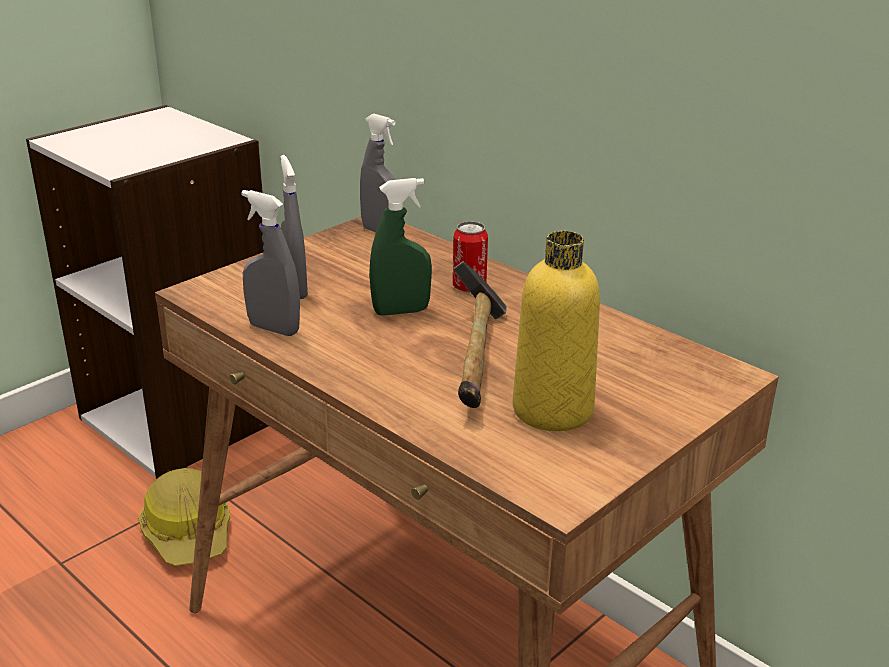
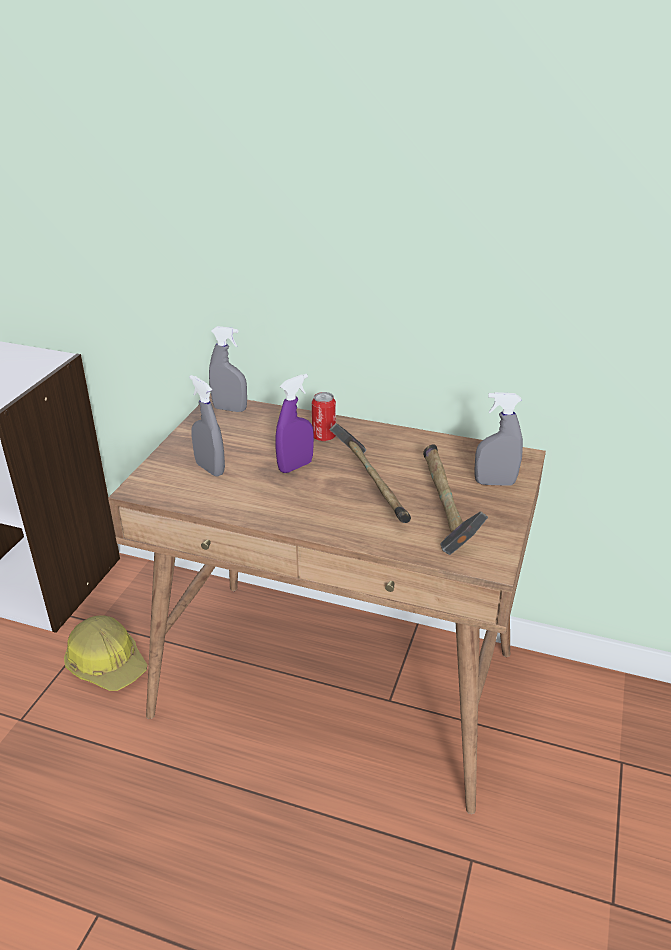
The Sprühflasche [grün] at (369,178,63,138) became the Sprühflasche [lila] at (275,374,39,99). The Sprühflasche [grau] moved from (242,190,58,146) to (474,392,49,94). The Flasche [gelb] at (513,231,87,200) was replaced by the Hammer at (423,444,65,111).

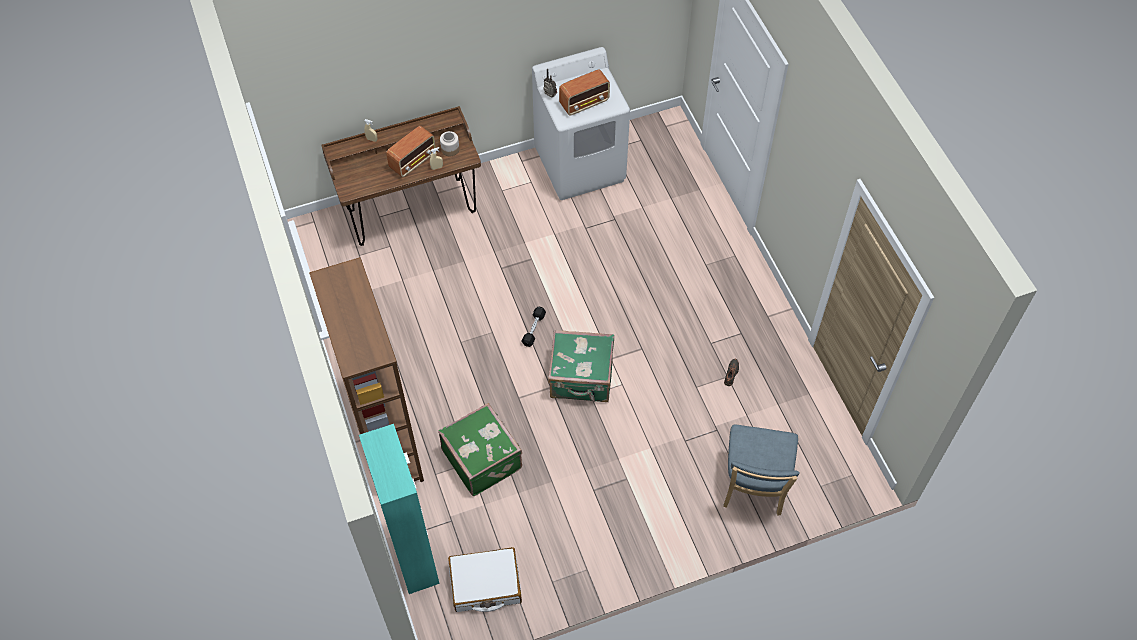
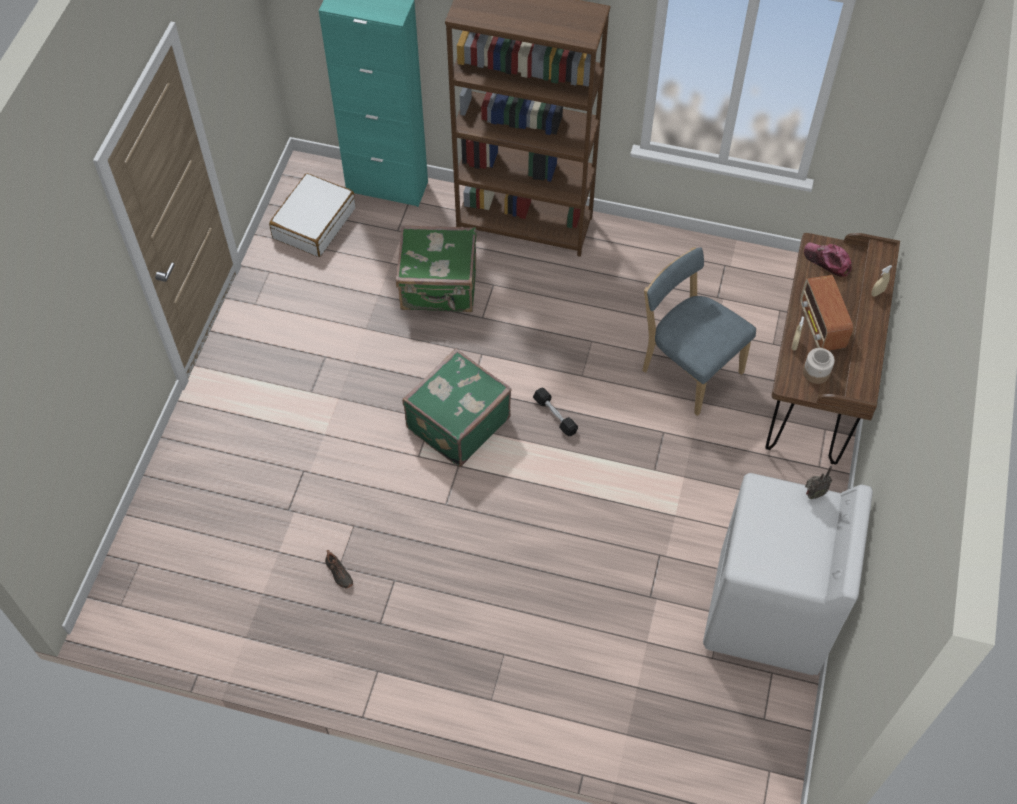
The Radio at (559,69,51,46) disappeared. The Stuhl [blau] moved from (723,425,77,91) to (642,247,114,169). The Kappe at (804,242,48,35) appeared.

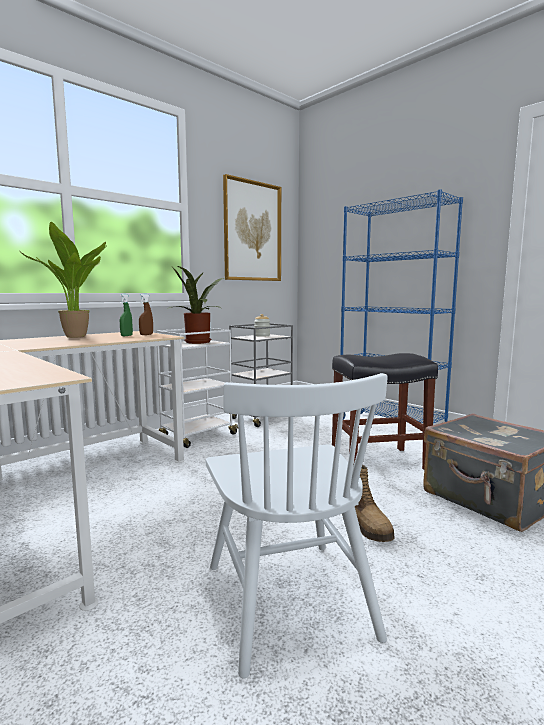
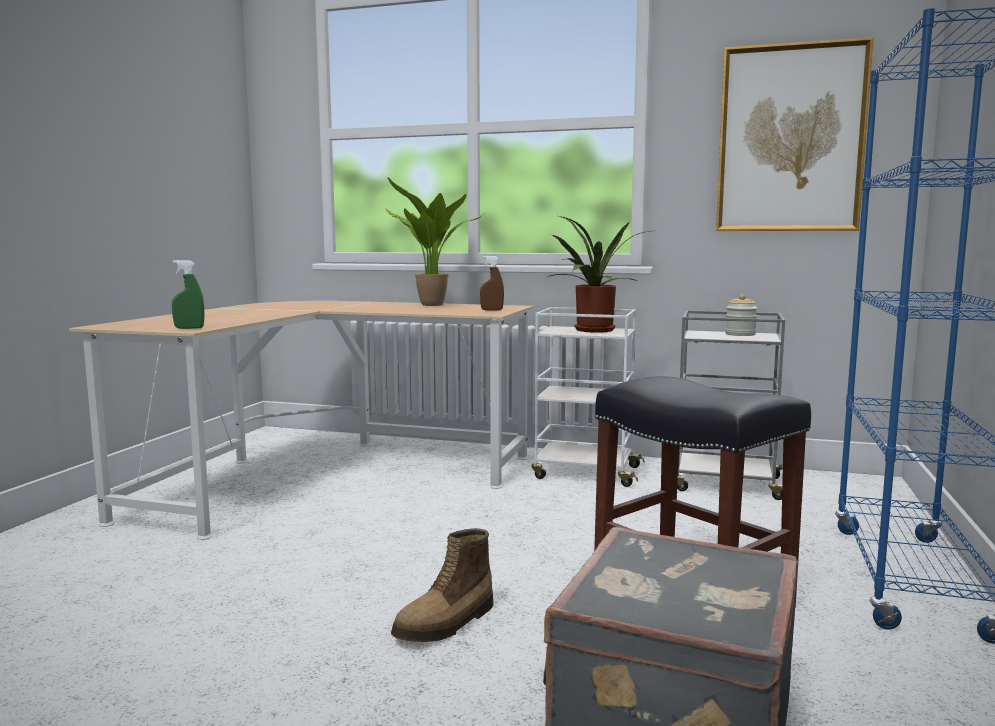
The Sprühflasche [grün] moved from (120,294,13,42) to (172,260,33,69). The Stuhl [weiß] at (206,373,182,306) disappeared.

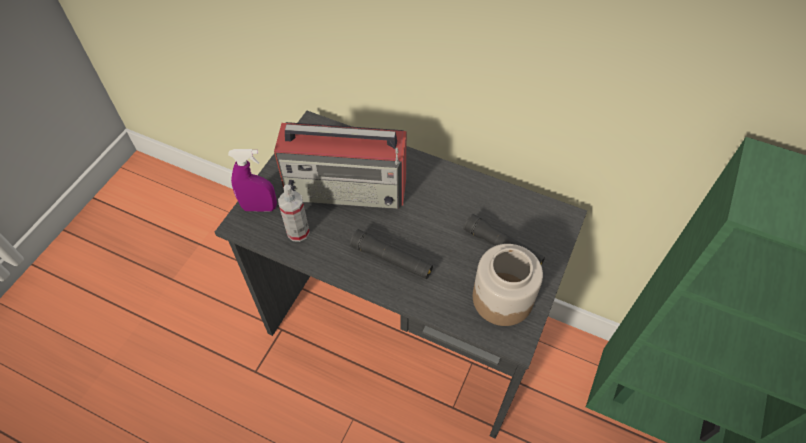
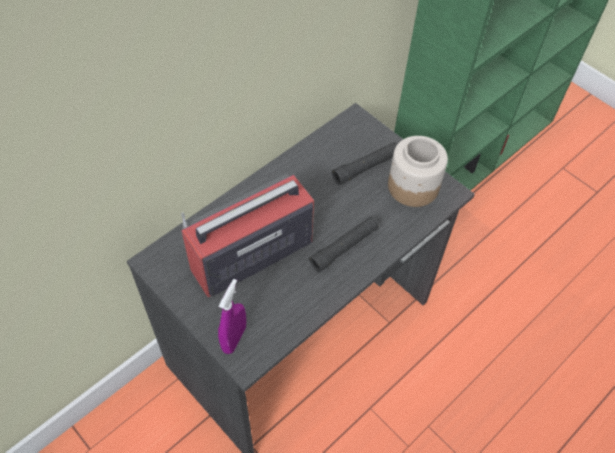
The Radio at (274,122,133,87) turned 150 degrees counterclockwise. The Sprühflasche at (278,184,32,58) disappeared.

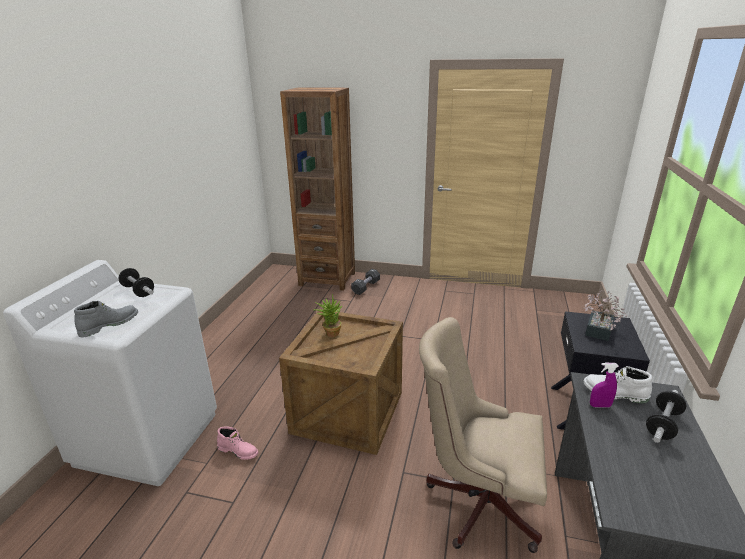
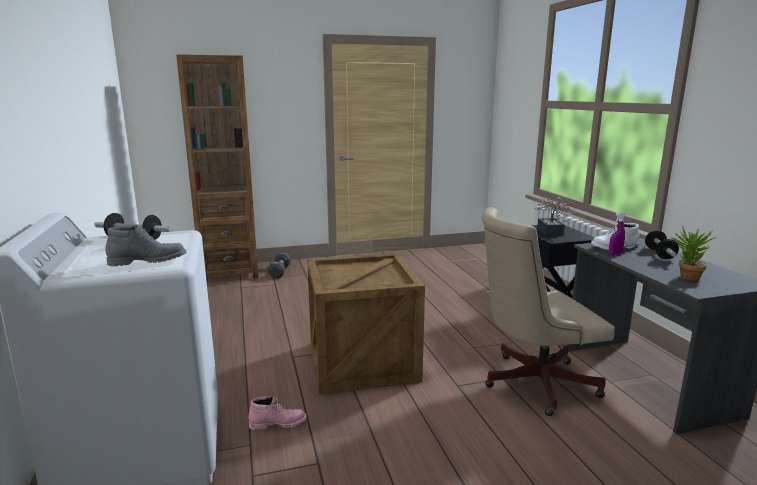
The Topfpflanze moved from (314,294,28,43) to (671,226,46,55). The Stiefel [grau] at (74,301,64,36) turned 60 degrees clockwise.

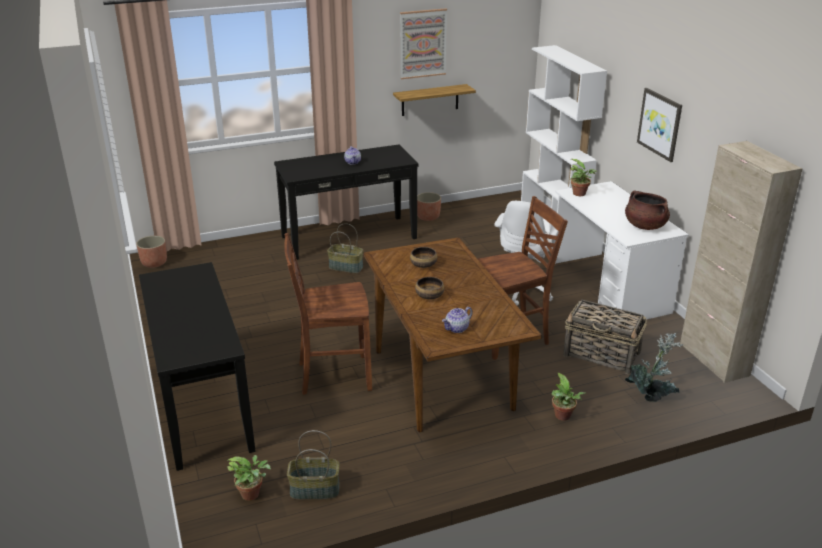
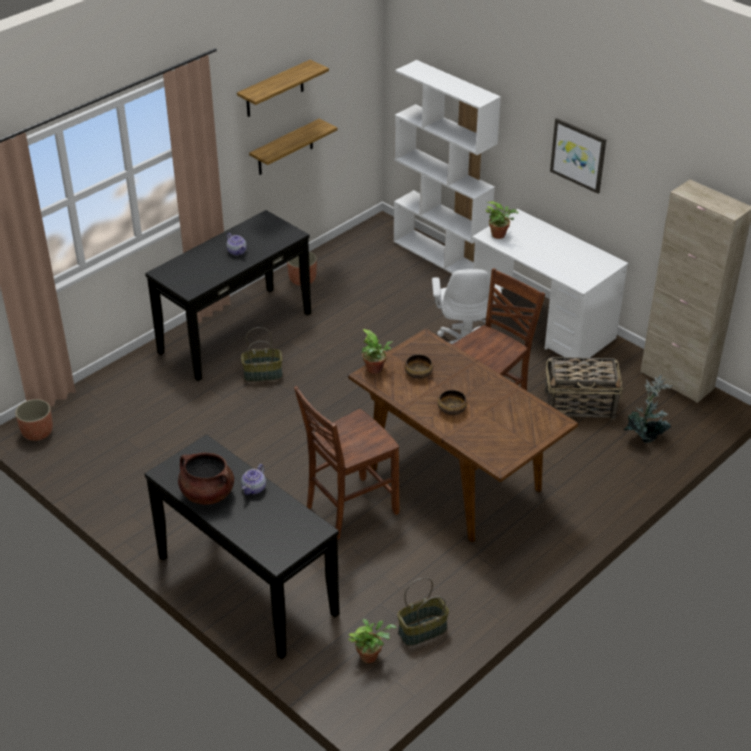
The Bild at (400,8,47,71) was replaced by the Wandregal at (237,60,92,57). The Kochtopf [braun] moved from (625,191,45,39) to (178,453,56,52). The Teekanne moved from (442,307,31,26) to (241,464,25,31). The Topfpflanze moved from (551,373,35,48) to (361,329,32,45).

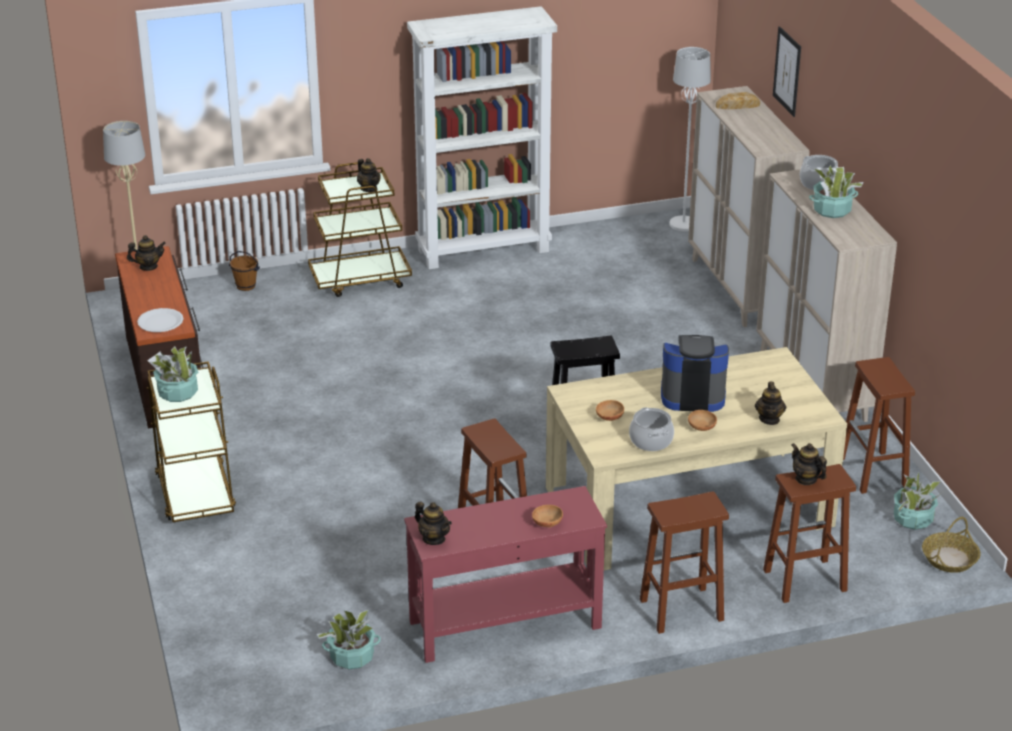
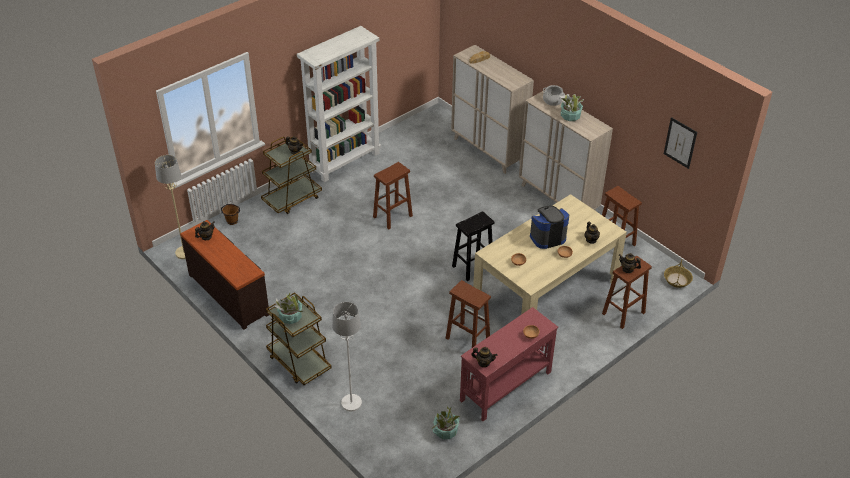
The Bild moved from (773,26,28,91) to (664,117,33,52). The Stehlampe [weiß] moved from (670,47,41,184) to (332,302,30,109). The Teller [weiß] at (137,308,47,24) disappeared. The Kochtopf at (629,407,45,44) disappeared. The Topfpflanze at (894,473,48,57) disappeared. The Hocker [braun] moved from (640,491,89,143) to (373,162,40,67).

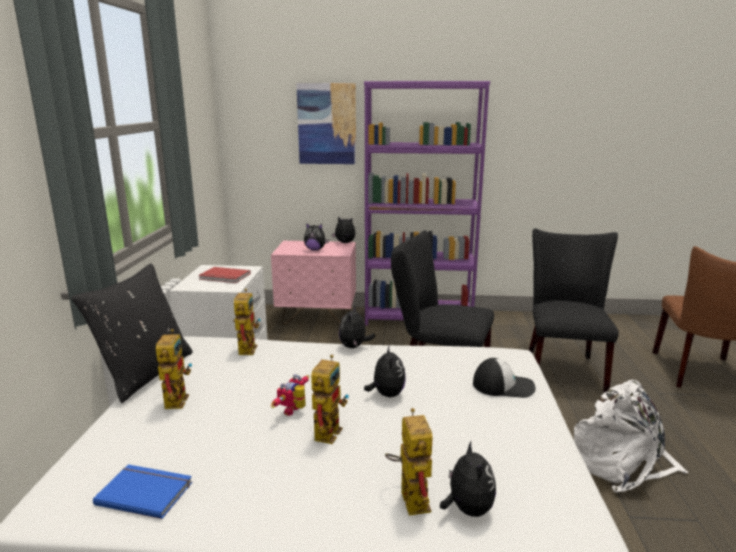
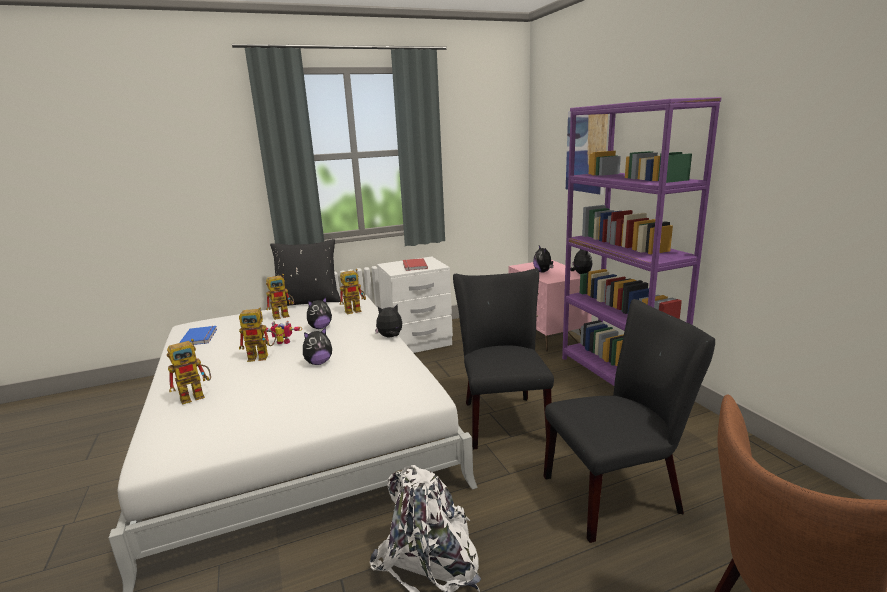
The Kappe at (473,358,62,40) disappeared. The Plüschtier moved from (440,441,56,76) to (307,297,25,32).

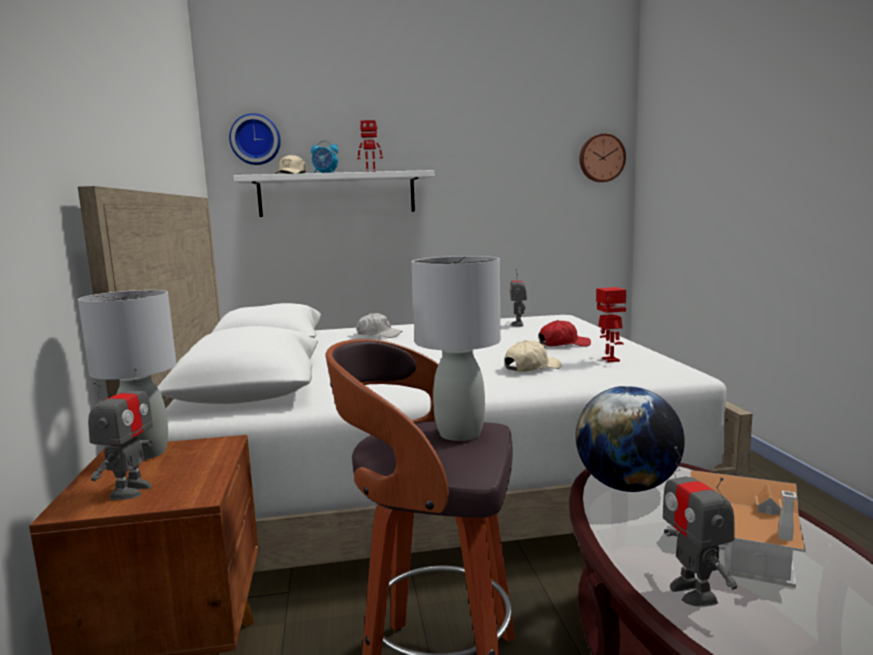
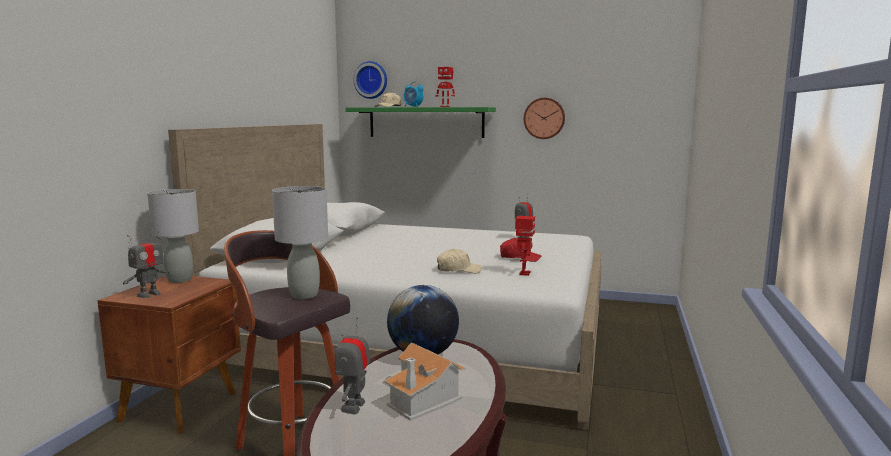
The Wanduhr moved from (579,133,47,49) to (524,98,41,41). The Wandregal [weiß] at (234,170,200,47) became the Wandregal [grün] at (345,107,151,31). The Kappe [weiß] at (357,312,45,26) disappeared.

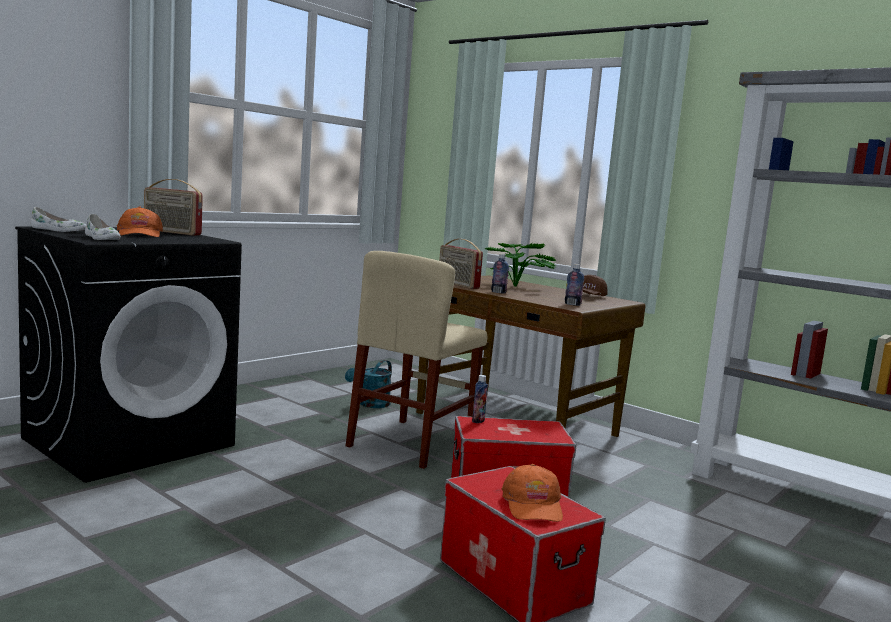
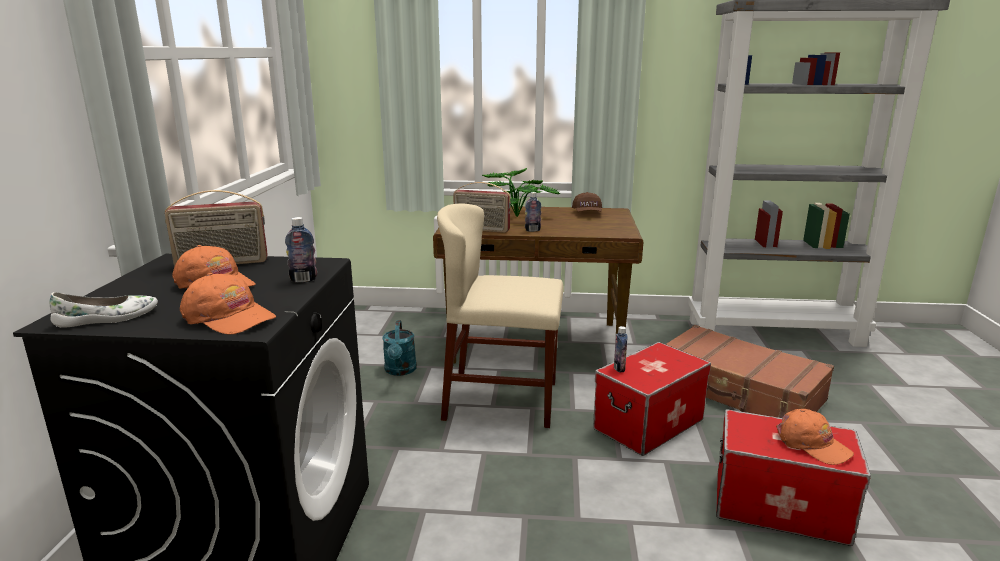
The Schuh [weiß] at (85,214,36,26) was replaced by the Kappe [orange] at (180,273,96,62). The Stuhl [beige] at (346,251,141,218) turned 105 degrees clockwise. The Flasche moved from (565,264,19,42) to (285,217,32,65). The Koffer [braun] at (666,325,168,93) appeared.

